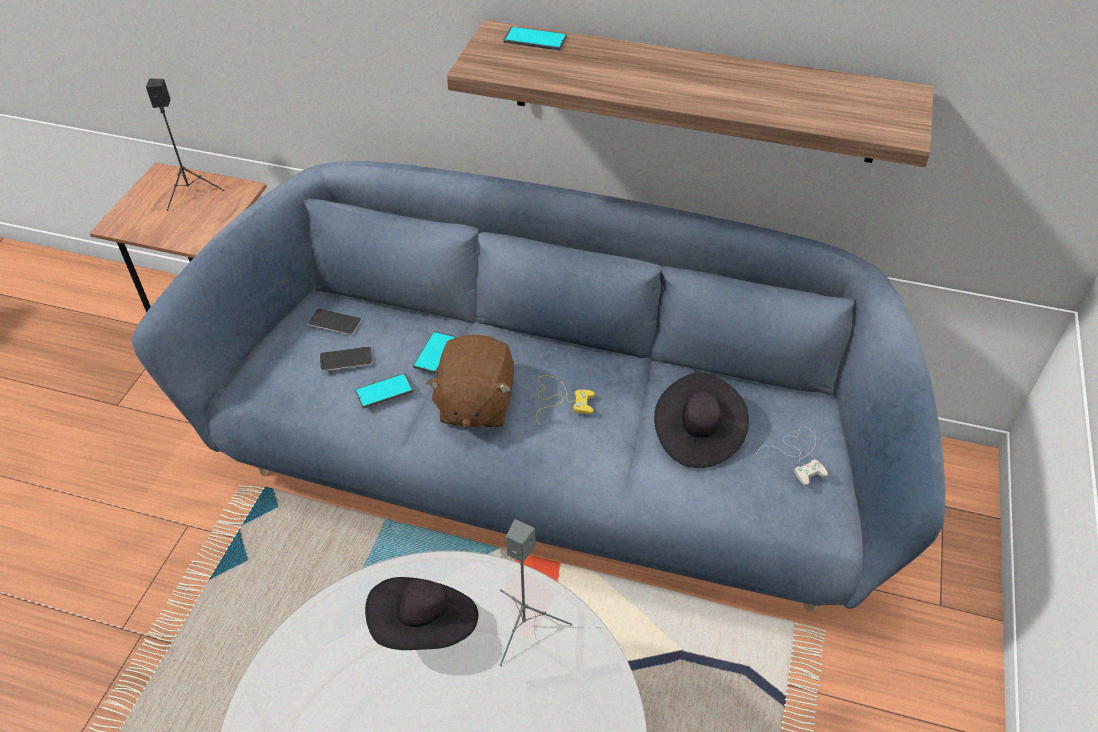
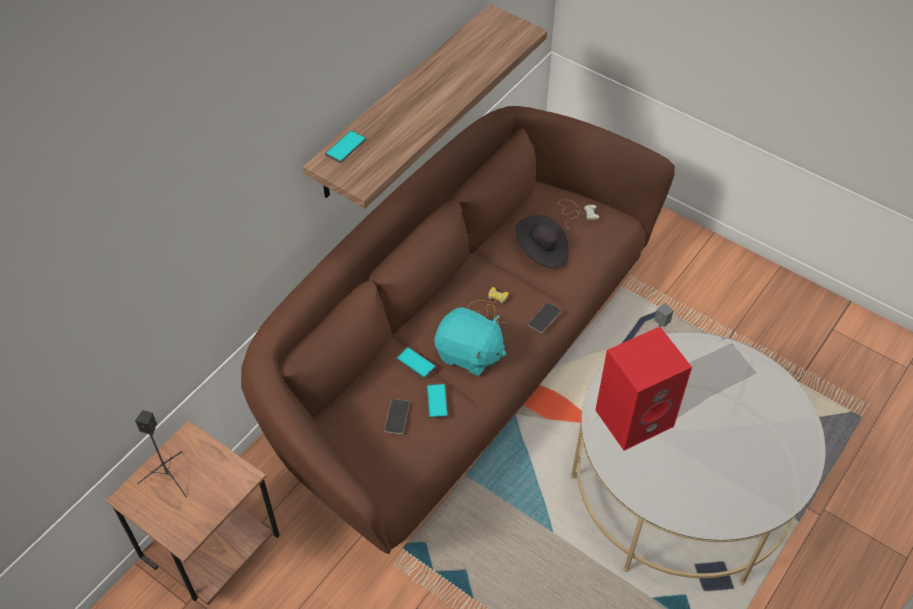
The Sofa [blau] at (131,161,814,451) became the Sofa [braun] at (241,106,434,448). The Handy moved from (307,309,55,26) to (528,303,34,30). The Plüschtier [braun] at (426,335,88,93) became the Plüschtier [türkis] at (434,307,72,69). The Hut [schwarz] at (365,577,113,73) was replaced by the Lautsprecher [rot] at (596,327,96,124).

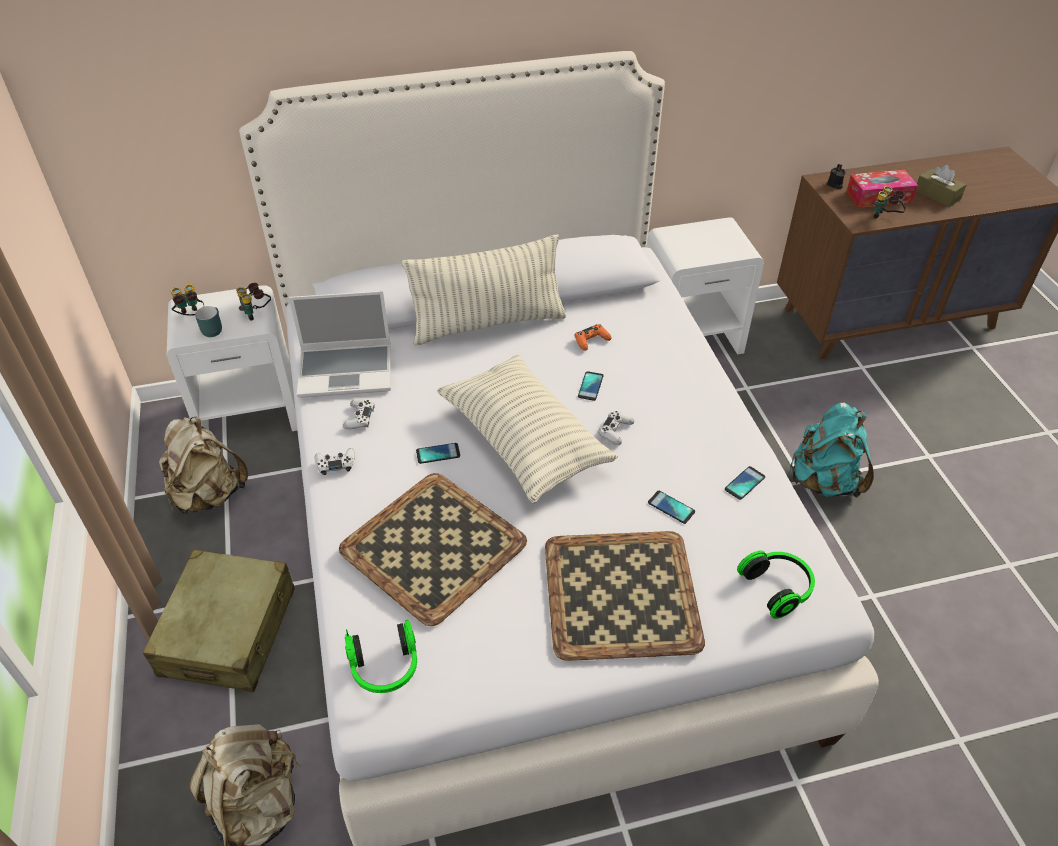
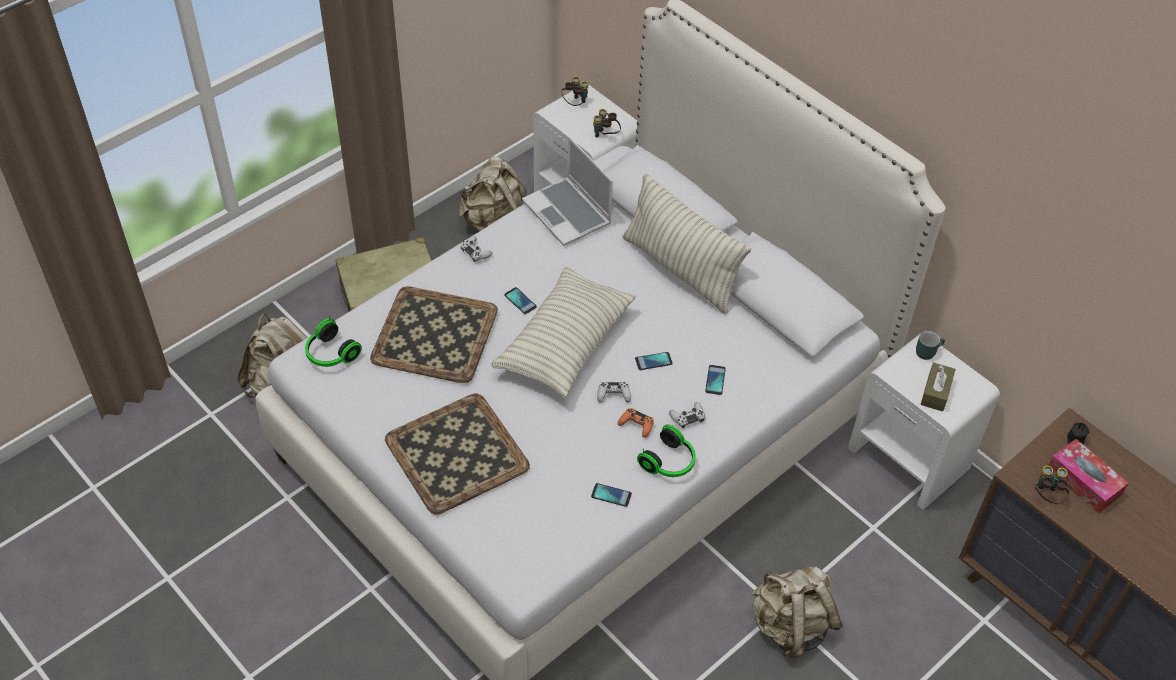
The Taschentuchbox [braun] moved from (916,165,51,42) to (921,362,35,50). The Henkelbecher [türkis] moved from (195,306,27,31) to (916,331,29,29). The Gamepad [orange] moved from (575,324,37,27) to (618,408,36,30). The Gamepad [weiß] moved from (343,399,31,31) to (669,402,36,26). The Rucksack [türkis] at (789,403,85,95) became the Rucksack [beige] at (751,566,92,92). The Handy moved from (648,491,47,33) to (705,365,21,30). The Kopfhörer moved from (737,551,78,68) to (637,425,59,52).

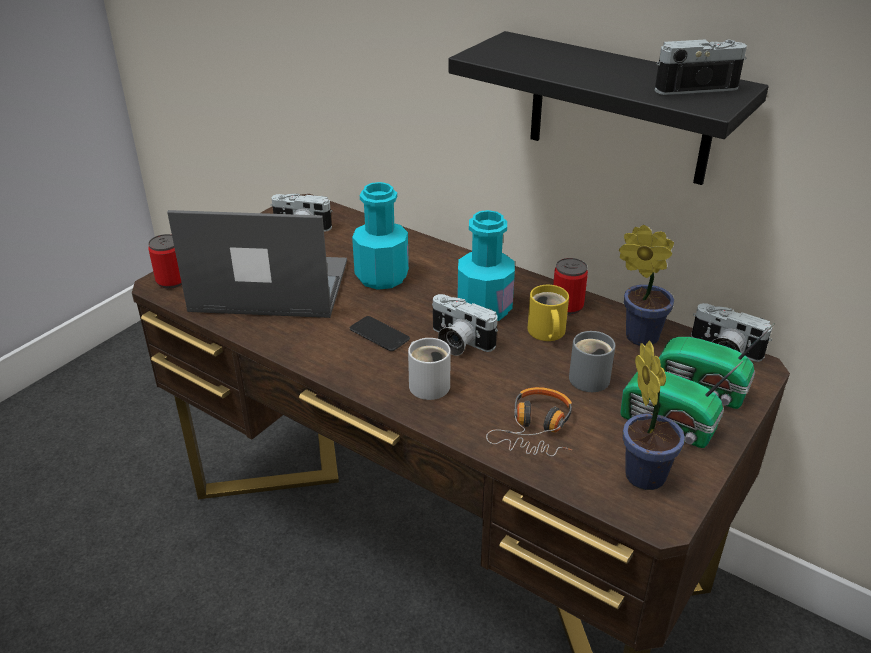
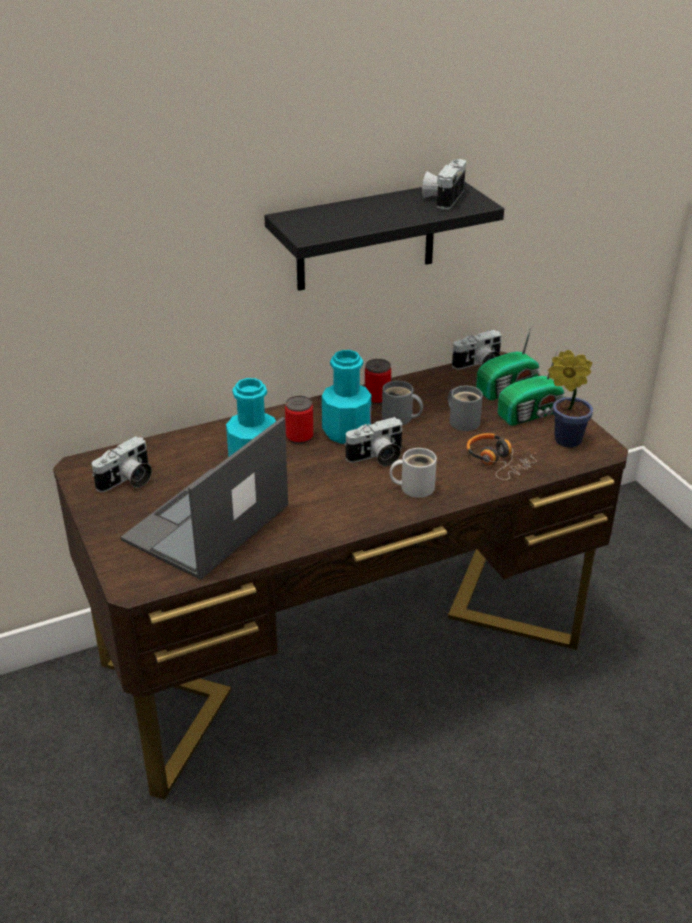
The Topfpflanze at (619,225,55,121) disappeared. The Dose moved from (148,234,34,55) to (285,396,28,48). The Henkelbecher [gelb] at (528,285,41,56) became the Henkelbecher [grau] at (382,381,41,44). The Handy at (350,316,60,35) disappeared.

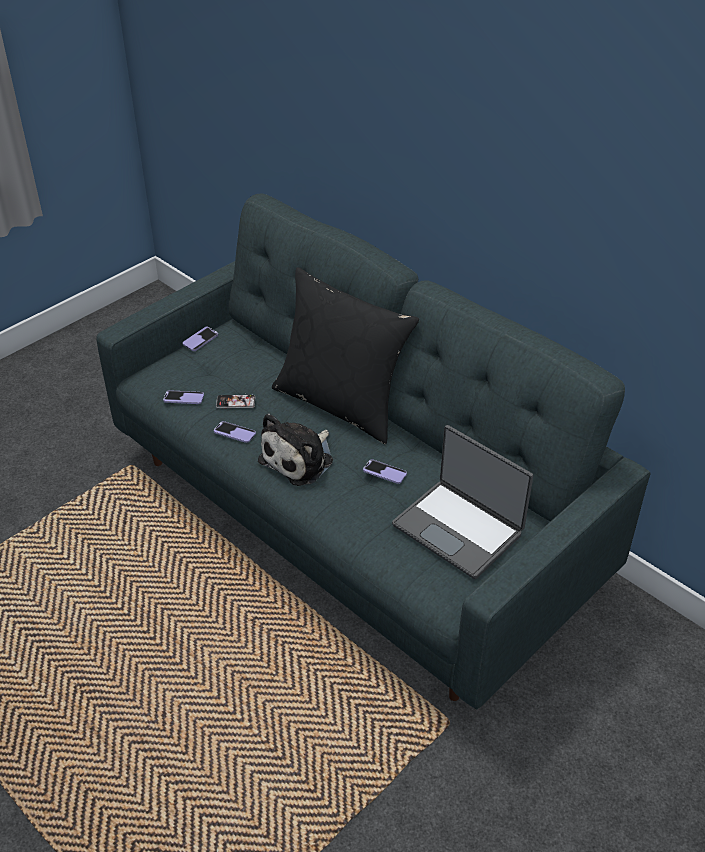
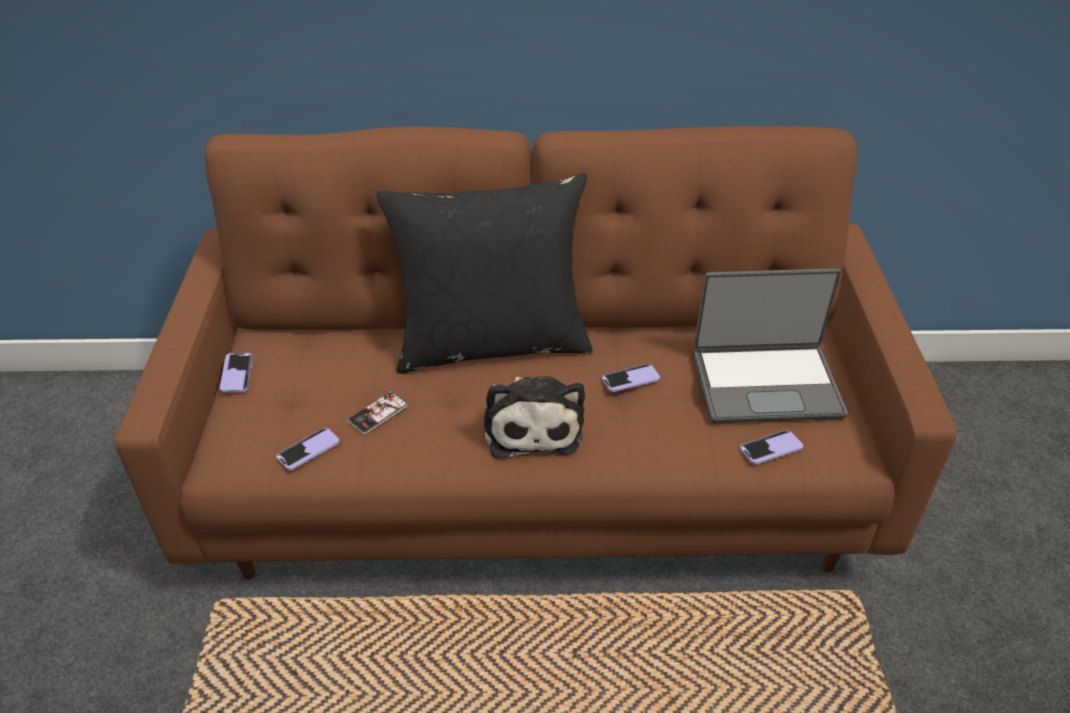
The Sofa [grau] at (96,193,555,516) became the Sofa [braun] at (115,126,841,454). The Handy moved from (214,421,42,22) to (740,430,63,34).

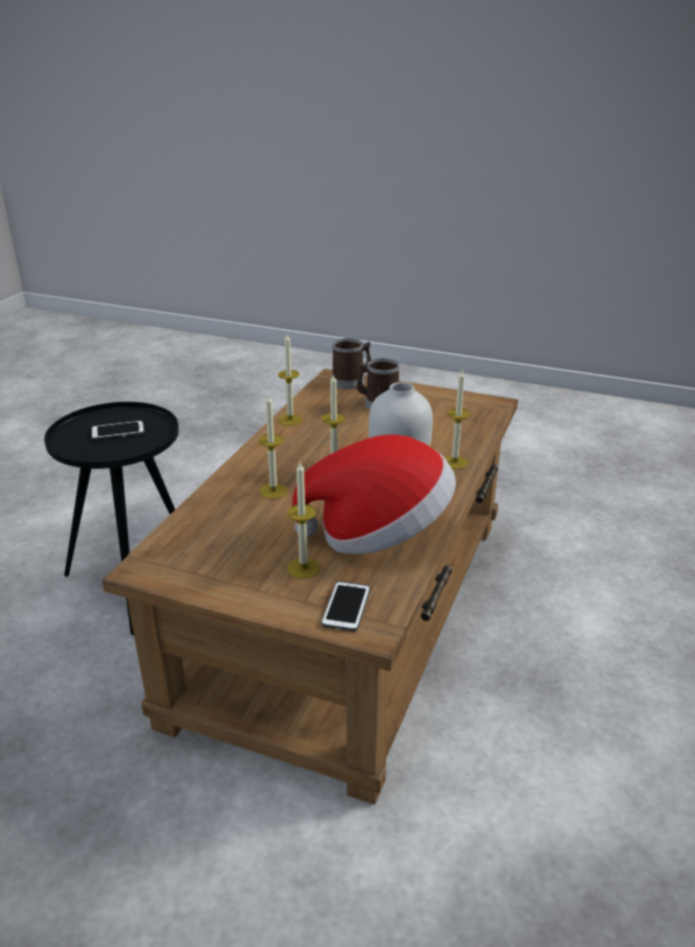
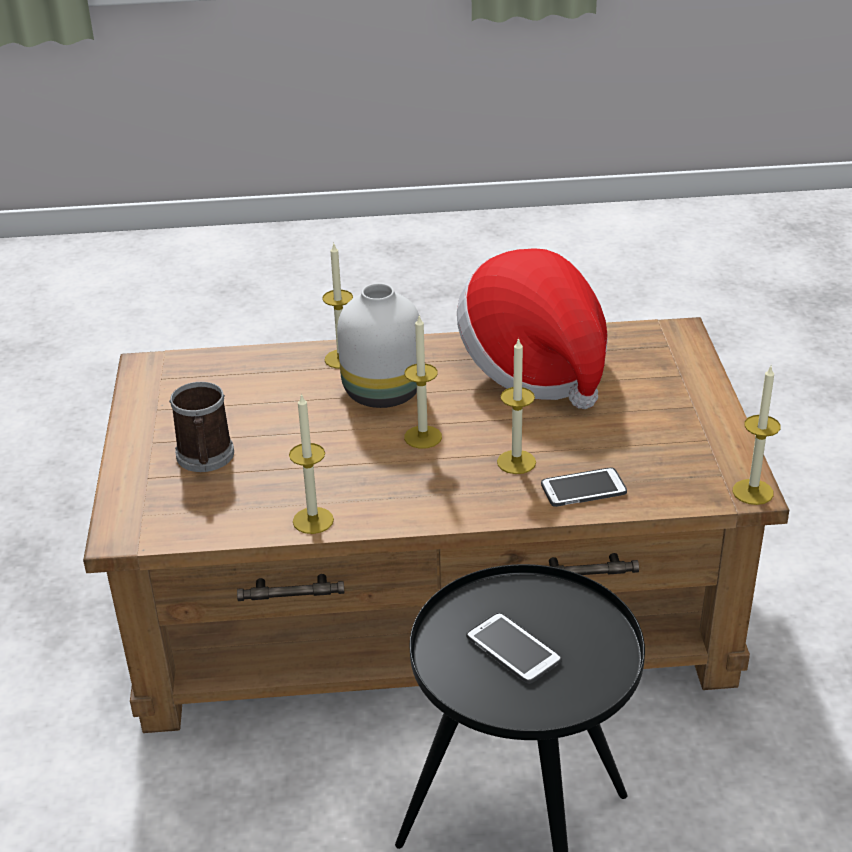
The Henkelbecher at (331,338,40,51) disappeared. The Kerze moved from (287,462,33,117) to (733,366,48,139). The Handy moved from (321,581,49,51) to (541,467,86,40).

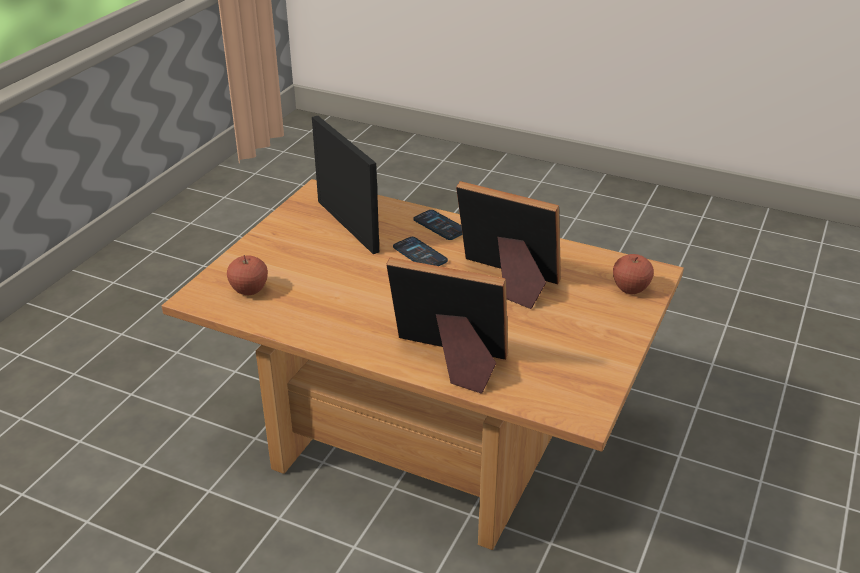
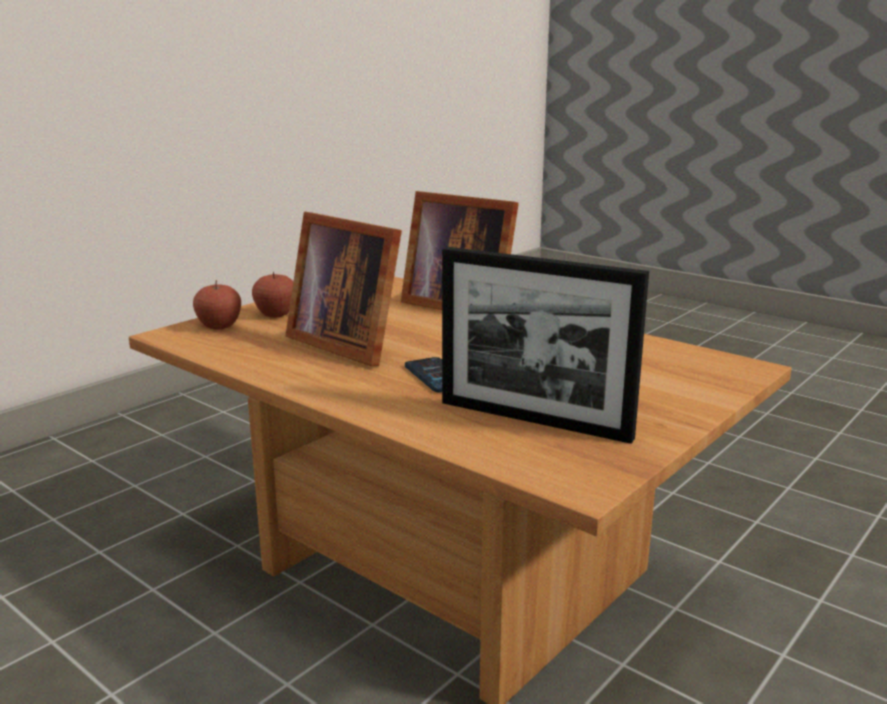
The Bilderrahmen at (312,116,67,138) turned 45 degrees counterclockwise. The Handy at (414,210,48,30) disappeared. The Apfel moved from (227,255,41,40) to (252,272,41,46).

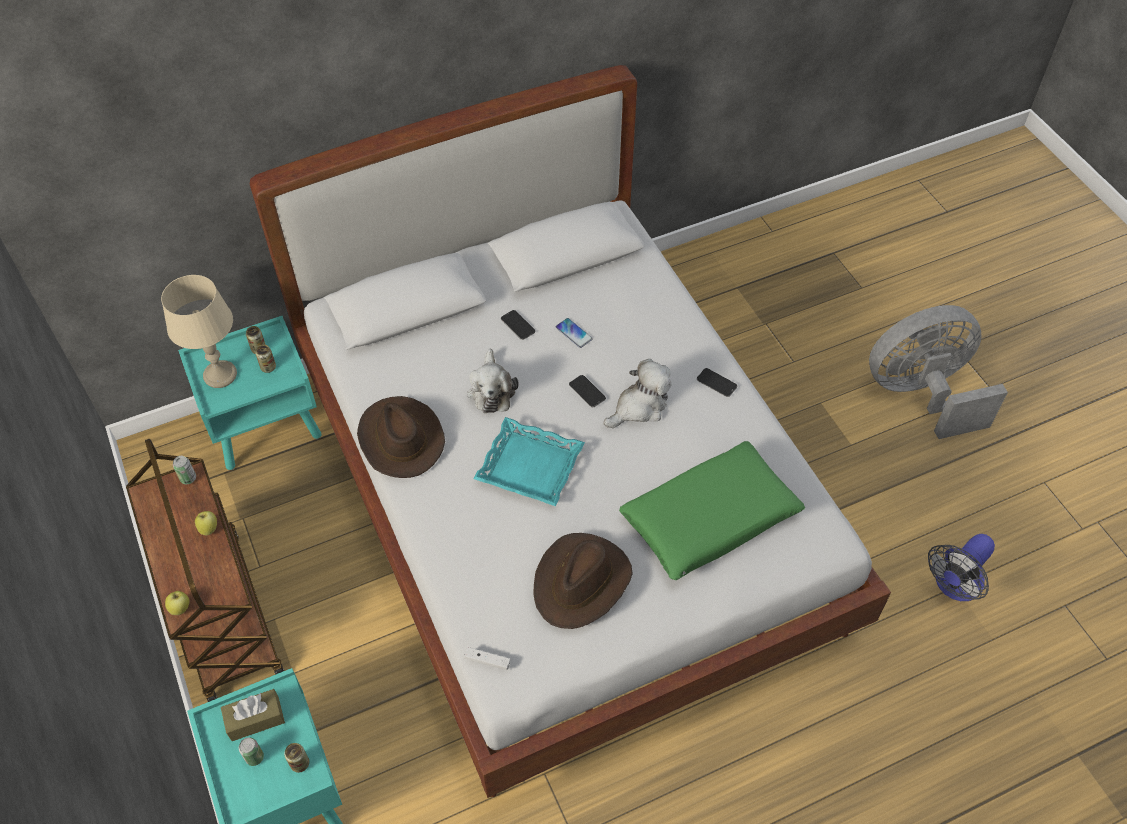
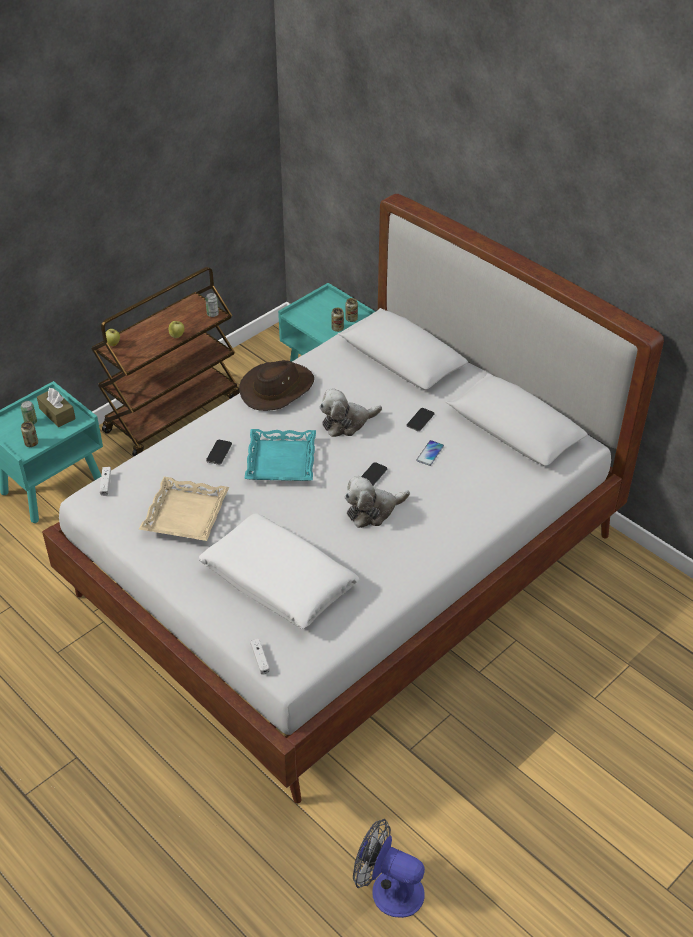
The Tischlampe [beige] at (161,275,76,113) disappeared. The Ventilator [grau] at (869,305,139,134) disappeared. The Plüschtier at (603,359,69,69) turned 120 degrees clockwise. The Handy moved from (697,368,40,29) to (206,440,26,25). The Kissen [grün] at (619,441,186,139) became the Kissen [weiß] at (199,513,161,116). The Hut [braun] at (533,533,100,96) was replaced by the Tablett [beige] at (139,477,90,64). The Gamepad [weiß] at (250,639,20,36) appeared.

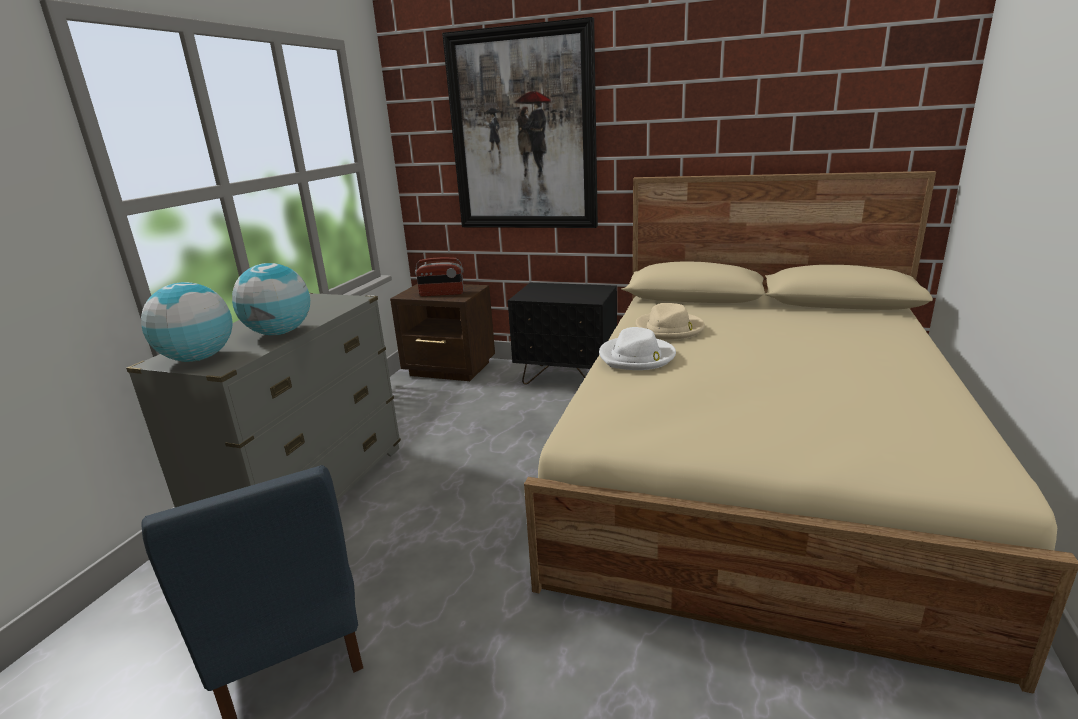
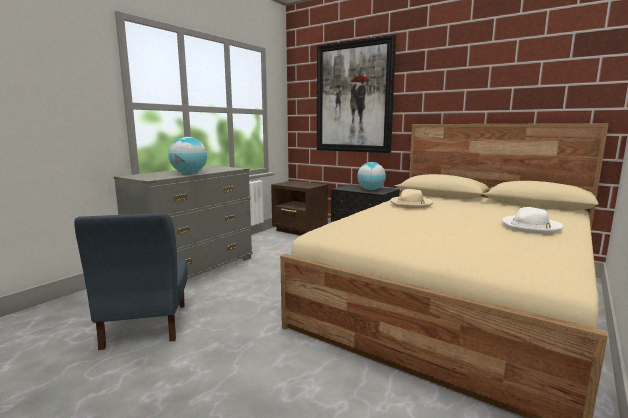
The Radio at (415,257,49,39) disappeared. The Globus moved from (141,282,91,80) to (357,162,29,28). The Hut [weiß] moved from (599,327,77,43) to (502,207,61,27).

